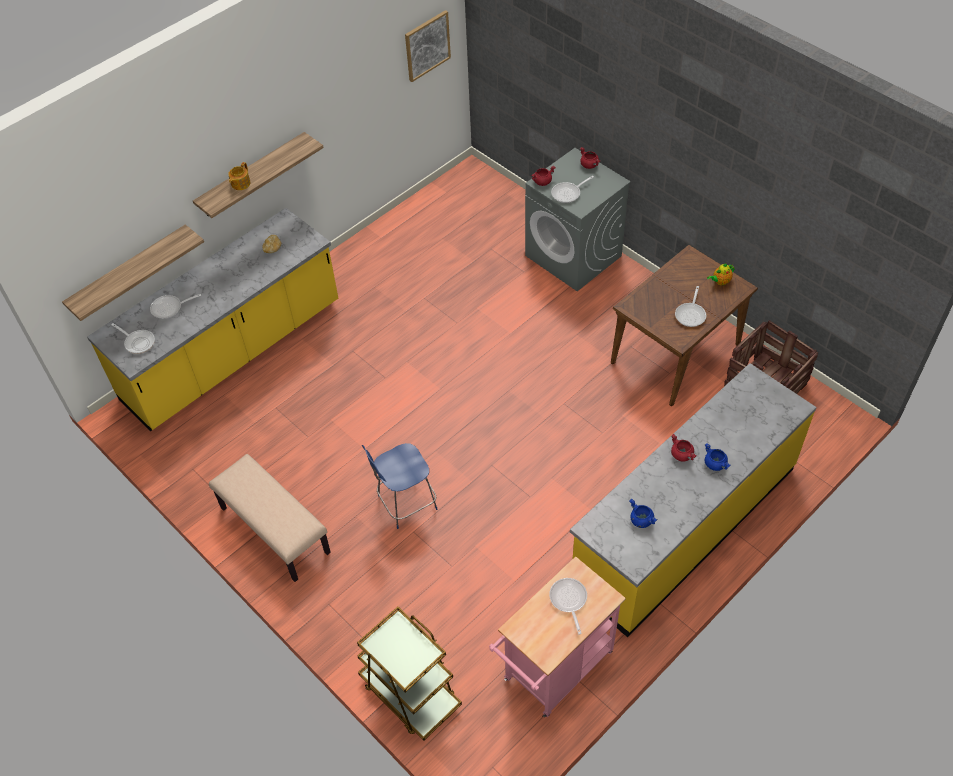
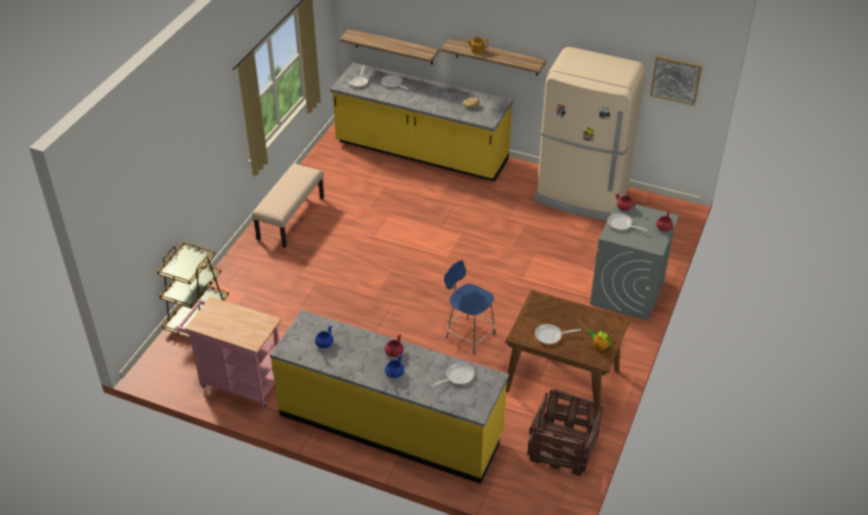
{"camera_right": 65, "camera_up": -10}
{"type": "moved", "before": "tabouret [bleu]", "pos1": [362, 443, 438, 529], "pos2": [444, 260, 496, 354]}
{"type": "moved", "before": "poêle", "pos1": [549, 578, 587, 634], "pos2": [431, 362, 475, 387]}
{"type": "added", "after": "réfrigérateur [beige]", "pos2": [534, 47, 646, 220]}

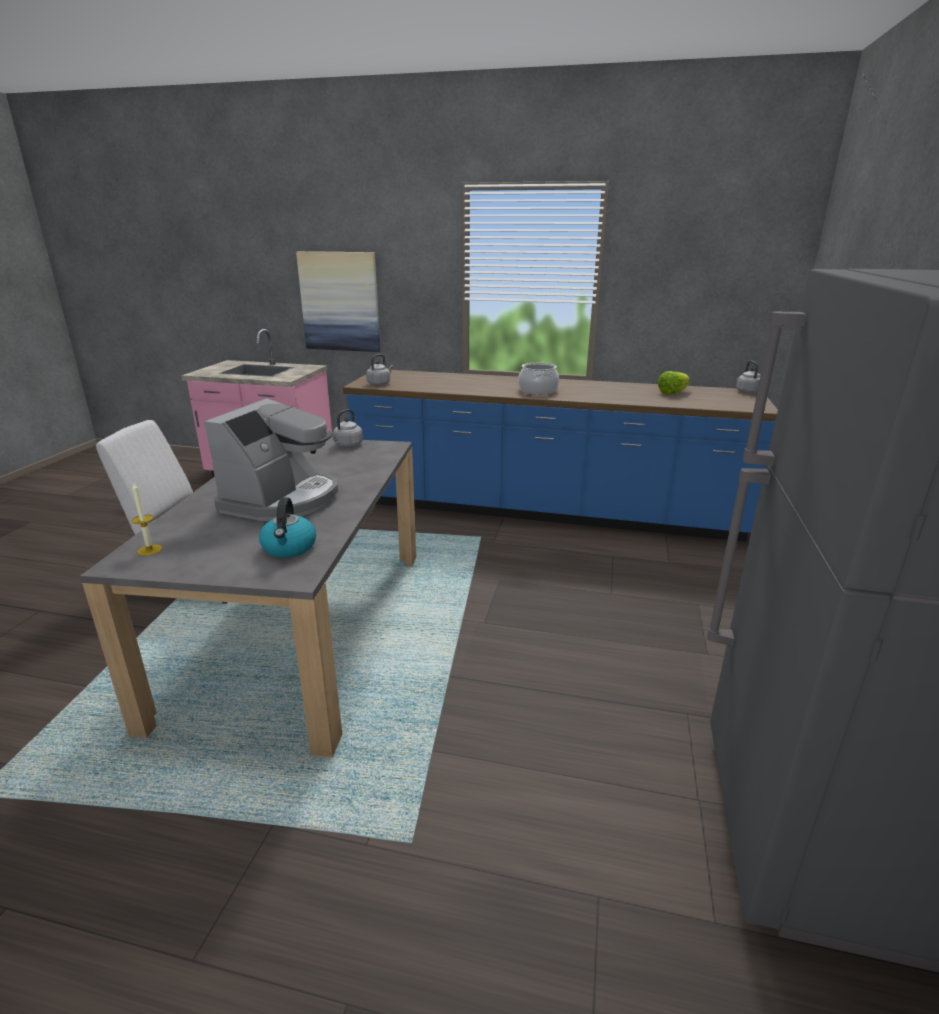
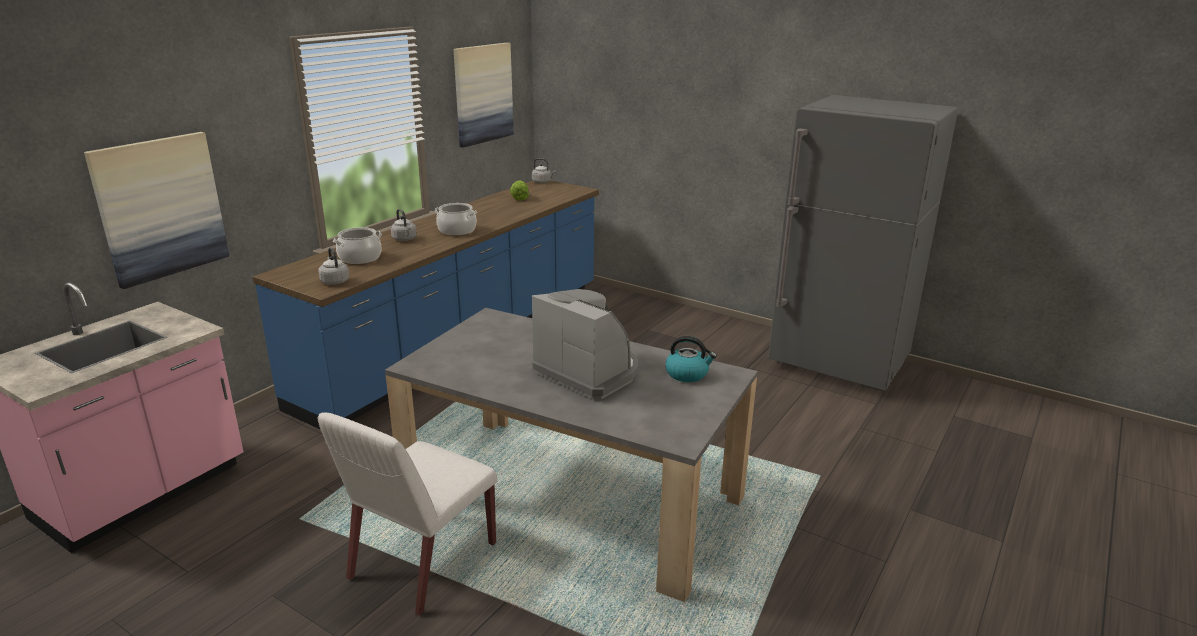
{"camera_right": -70, "camera_up": 0}
{"type": "removed", "before": "bougie", "pos1": [131, 482, 162, 556]}
{"type": "moved", "before": "bouilloire [gris]", "pos1": [329, 409, 363, 447], "pos2": [391, 209, 417, 241]}
{"type": "added", "after": "marmite", "pos2": [333, 227, 382, 264]}
{"type": "added", "after": "tableau", "pos2": [454, 43, 514, 148]}

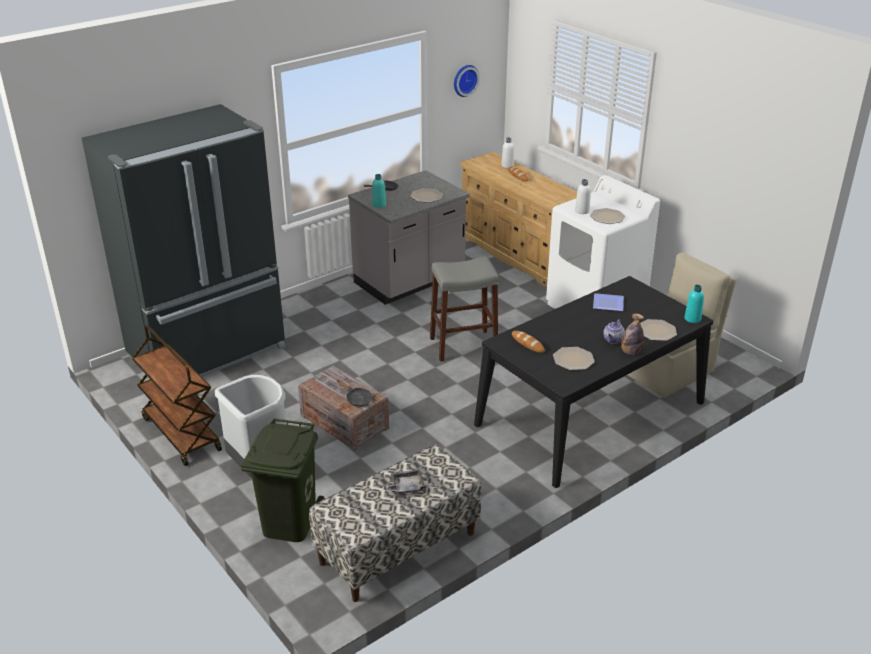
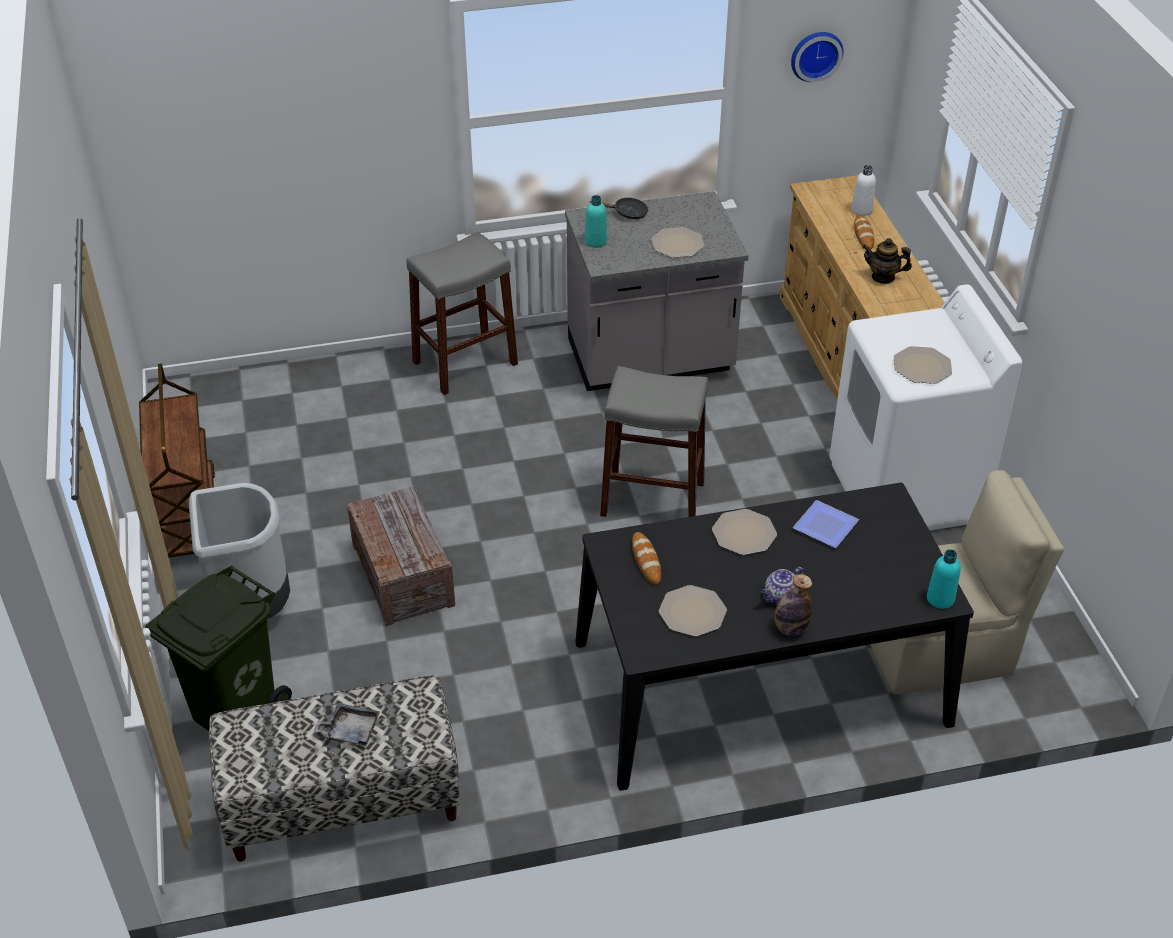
{"camera_right": 25, "camera_up": 10}
{"type": "removed", "before": "réfrigérateur [noir]", "pos1": [82, 104, 285, 377]}
{"type": "removed", "before": "poêle [noir]", "pos1": [337, 380, 372, 407]}
{"type": "removed", "before": "bouteille [blanc]", "pos1": [575, 179, 591, 214]}
{"type": "moved", "before": "assiette", "pos1": [640, 319, 677, 341], "pos2": [712, 509, 777, 555]}
{"type": "added", "after": "tabouret [gris]", "pos2": [406, 232, 518, 395]}
{"type": "added", "after": "théière", "pos2": [862, 238, 912, 284]}

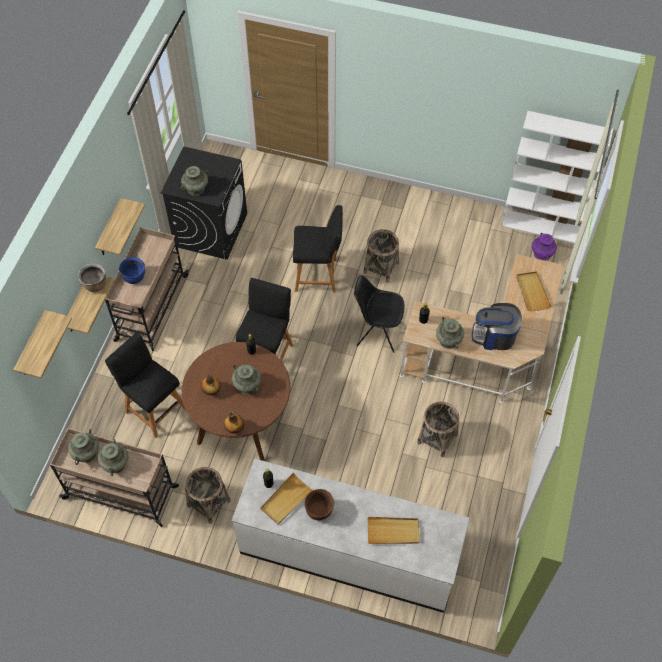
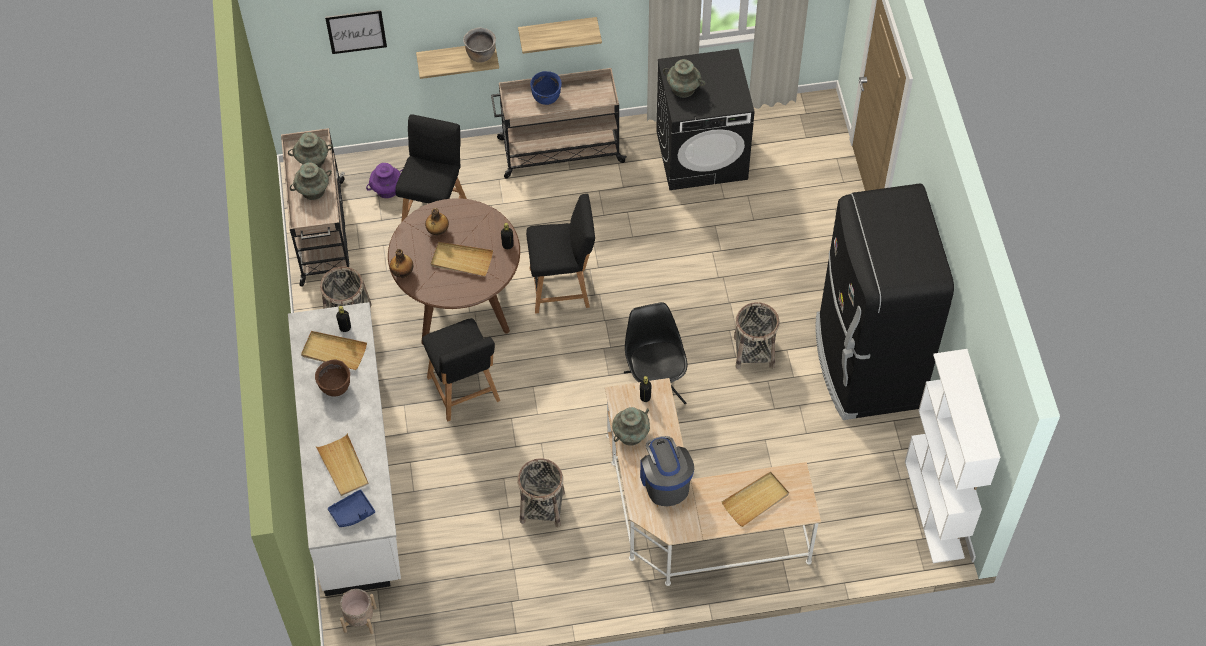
{"camera_right": 65, "camera_up": 0}
{"type": "replaced", "before": "étagère", "after": "tableau", "pos1": [13, 310, 72, 378], "pos2": [325, 10, 387, 54]}
{"type": "replaced", "before": "vase [turquoise]", "after": "plateau [beige]", "pos1": [232, 365, 261, 394], "pos2": [431, 242, 493, 277]}
{"type": "moved", "before": "tabouret [noir]", "pos1": [293, 205, 343, 293], "pos2": [422, 318, 500, 421]}
{"type": "moved", "before": "vase [violet]", "pos1": [532, 233, 557, 261], "pos2": [366, 163, 403, 198]}
{"type": "added", "after": "plateau [bleu]", "pos2": [328, 489, 375, 527]}
{"type": "added", "after": "cache-pot [beige]", "pos2": [340, 589, 377, 634]}
{"type": "added", "after": "réfrigérateur [noir]", "pos2": [815, 183, 954, 420]}

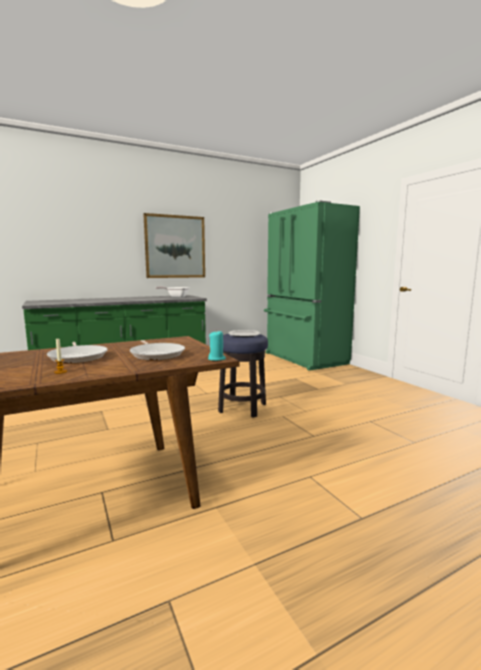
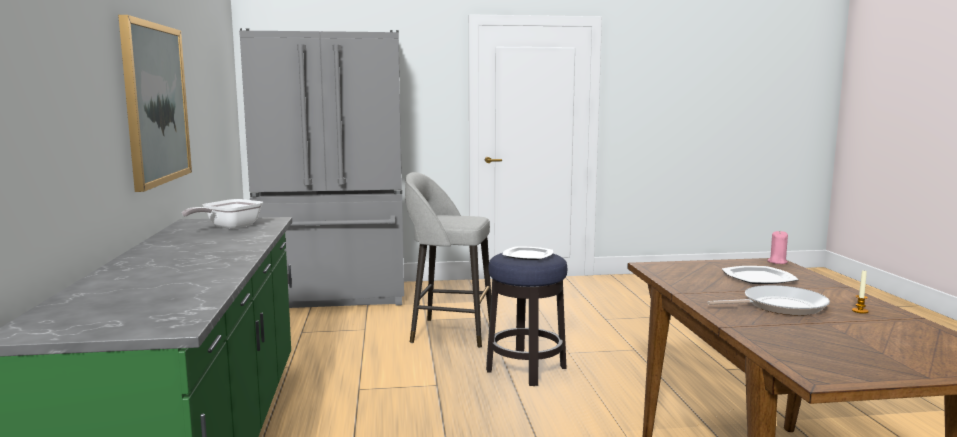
{"camera_right": -70, "camera_up": 0}
{"type": "replaced", "before": "poêle", "after": "assiette", "pos1": [130, 340, 185, 361], "pos2": [722, 266, 799, 284]}
{"type": "recoloured", "before": "bougie [turquoise]", "after": "bougie [rose]", "pos1": [208, 330, 226, 361], "pos2": [768, 231, 788, 264]}
{"type": "recoloured", "before": "réfrigérateur [vert]", "after": "réfrigérateur [gris]", "pos1": [264, 200, 360, 371], "pos2": [239, 28, 404, 308]}
{"type": "added", "after": "tabouret [gris]", "pos2": [405, 172, 491, 348]}

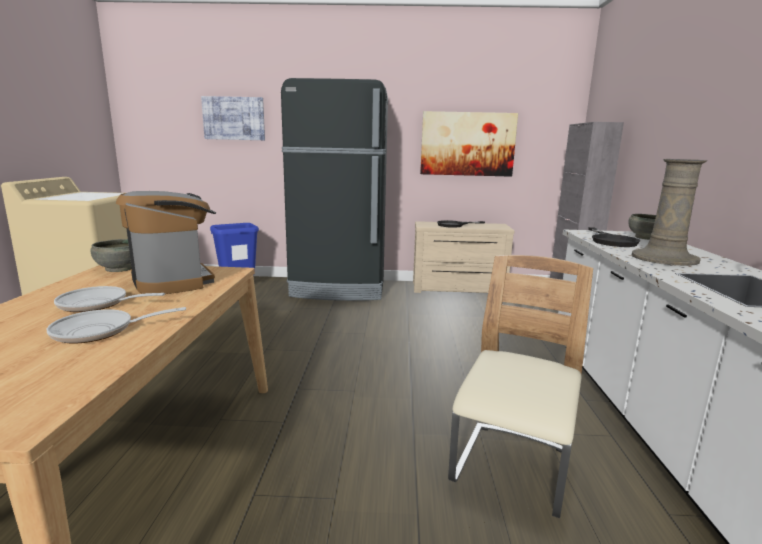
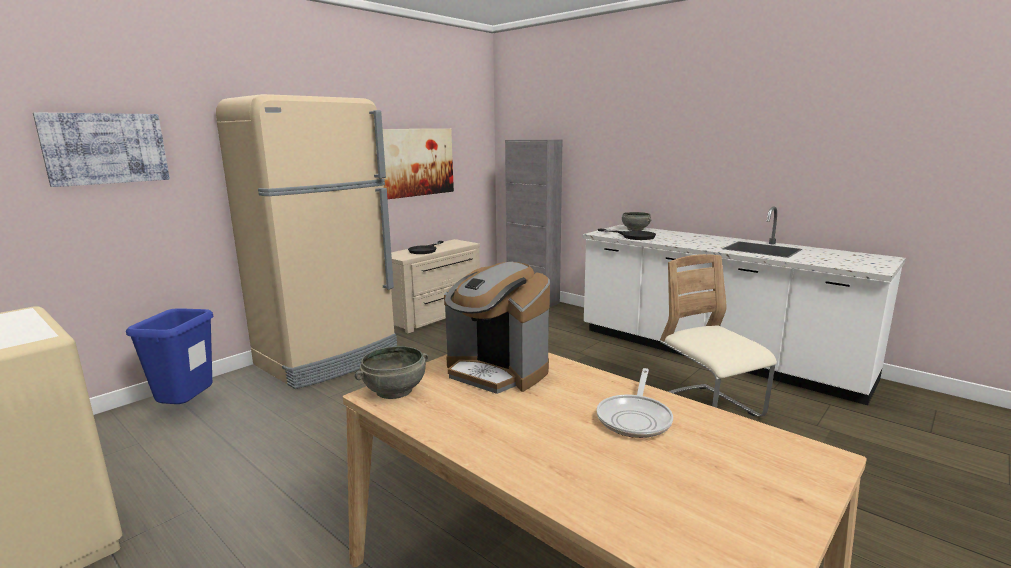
{"camera_right": -50, "camera_up": 0}
{"type": "removed", "before": "poêle", "pos1": [54, 286, 165, 312]}
{"type": "turned", "before": "machine à café", "pos1": [116, 191, 216, 294], "pos2": [444, 262, 550, 394], "turn": -150}
{"type": "recoloured", "before": "réfrigérateur [noir]", "after": "réfrigérateur [beige]", "pos1": [281, 78, 388, 301], "pos2": [216, 94, 397, 389]}
{"type": "removed", "before": "vase [beige]", "pos1": [631, 159, 707, 266]}

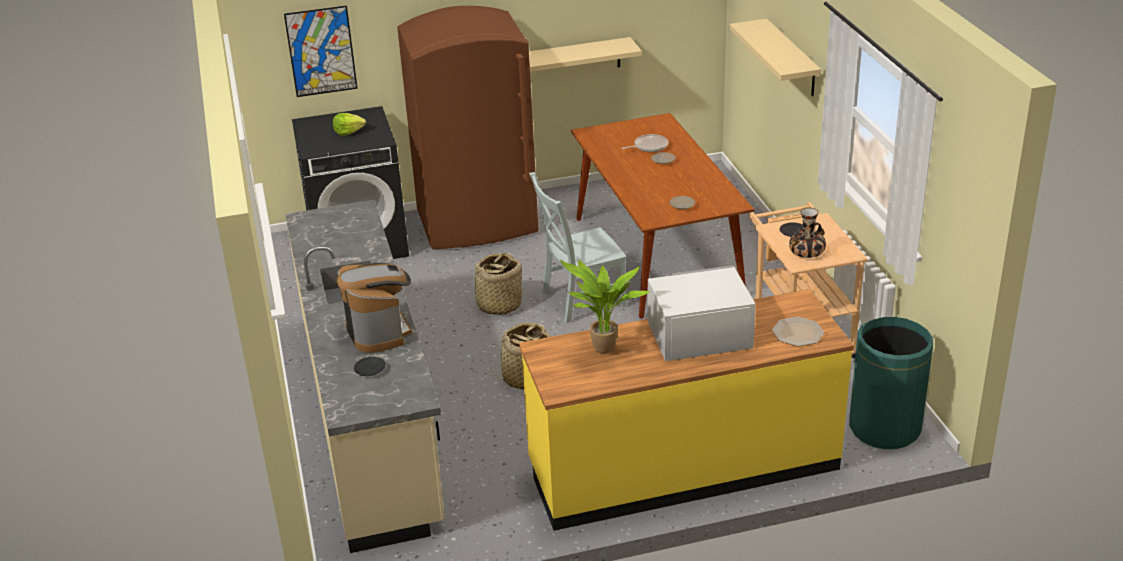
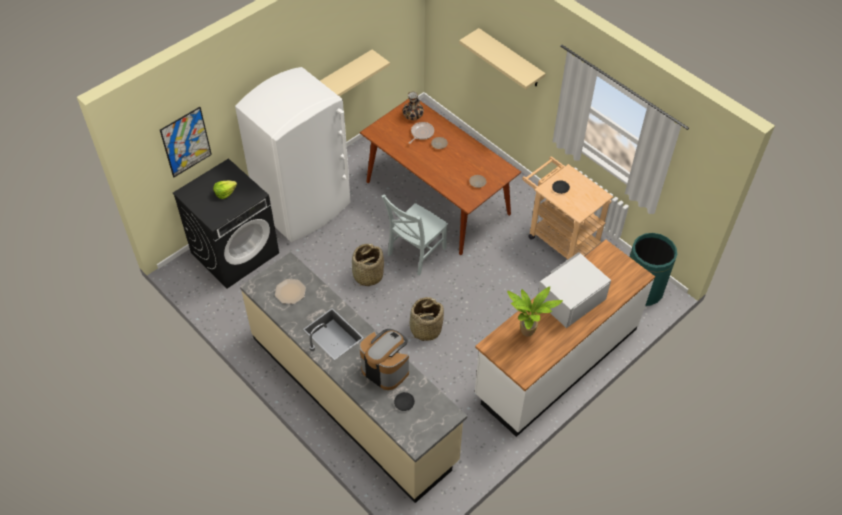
{"camera_right": -30, "camera_up": 20}
{"type": "recoloured", "before": "réfrigérateur [marron]", "after": "réfrigérateur [blanc]", "pos1": [397, 6, 539, 249], "pos2": [235, 67, 351, 242]}
{"type": "recoloured", "before": "comptoir de cuisine [jaune]", "after": "comptoir de cuisine [blanc]", "pos1": [519, 289, 854, 531], "pos2": [475, 239, 655, 437]}
{"type": "moved", "before": "assiette", "pos1": [772, 317, 824, 346], "pos2": [275, 279, 306, 304]}
{"type": "moved", "before": "vase", "pos1": [789, 208, 826, 258], "pos2": [403, 91, 424, 120]}

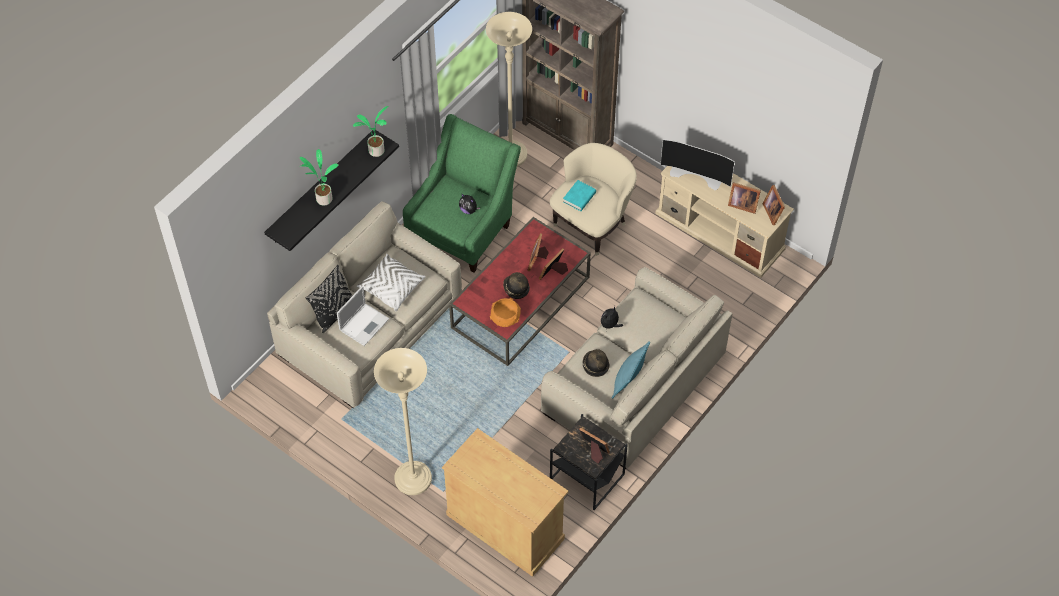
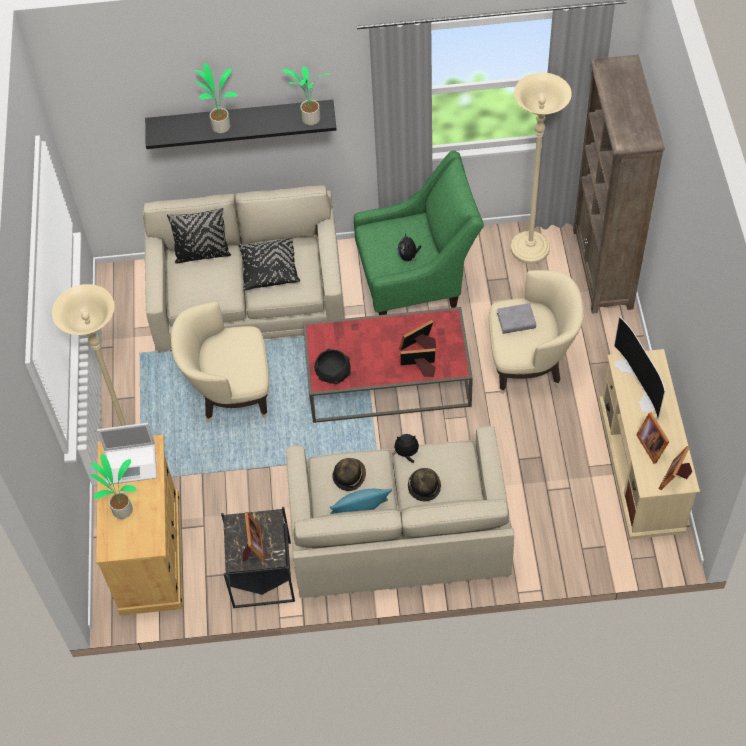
{"camera_right": 50, "camera_up": 0}
{"type": "moved", "before": "ordinateur portable", "pos1": [337, 286, 389, 346], "pos2": [97, 423, 157, 485]}
{"type": "recoloured", "before": "coussin [blanc]", "after": "coussin [noir]", "pos1": [357, 254, 425, 312], "pos2": [239, 237, 300, 291]}
{"type": "recoloured", "before": "bol [orange]", "after": "bol [noir]", "pos1": [490, 298, 521, 327], "pos2": [314, 349, 351, 384]}
{"type": "moved", "before": "chapeau", "pos1": [503, 272, 530, 299], "pos2": [408, 468, 441, 501]}
{"type": "recoloured", "before": "livre [turquoise]", "after": "livre [gris]", "pos1": [563, 180, 596, 211], "pos2": [497, 303, 536, 334]}
{"type": "added", "after": "plante en pot", "pos2": [90, 454, 137, 519]}
{"type": "added", "after": "fauteuil [beige]", "pos2": [171, 302, 269, 423]}

